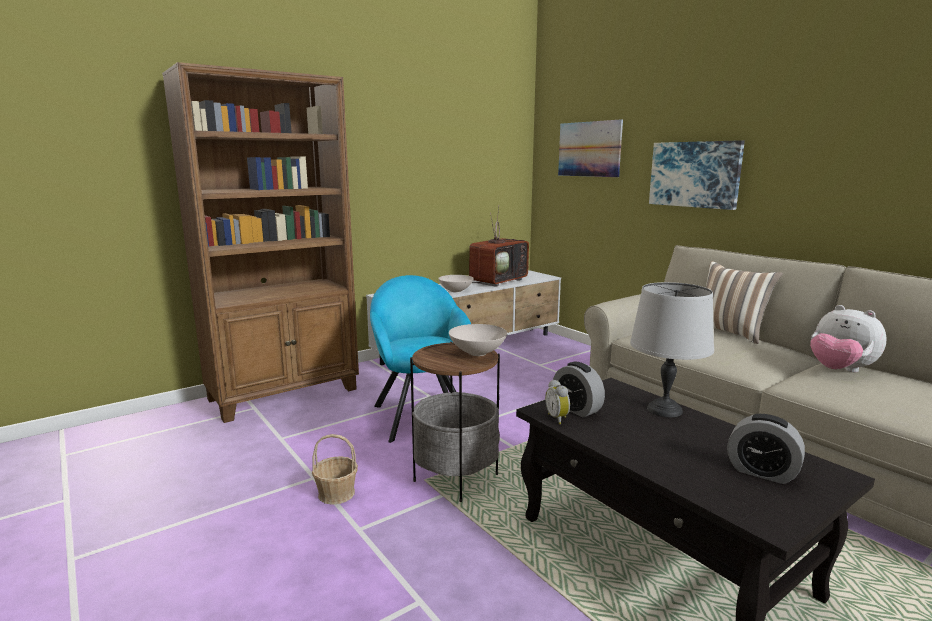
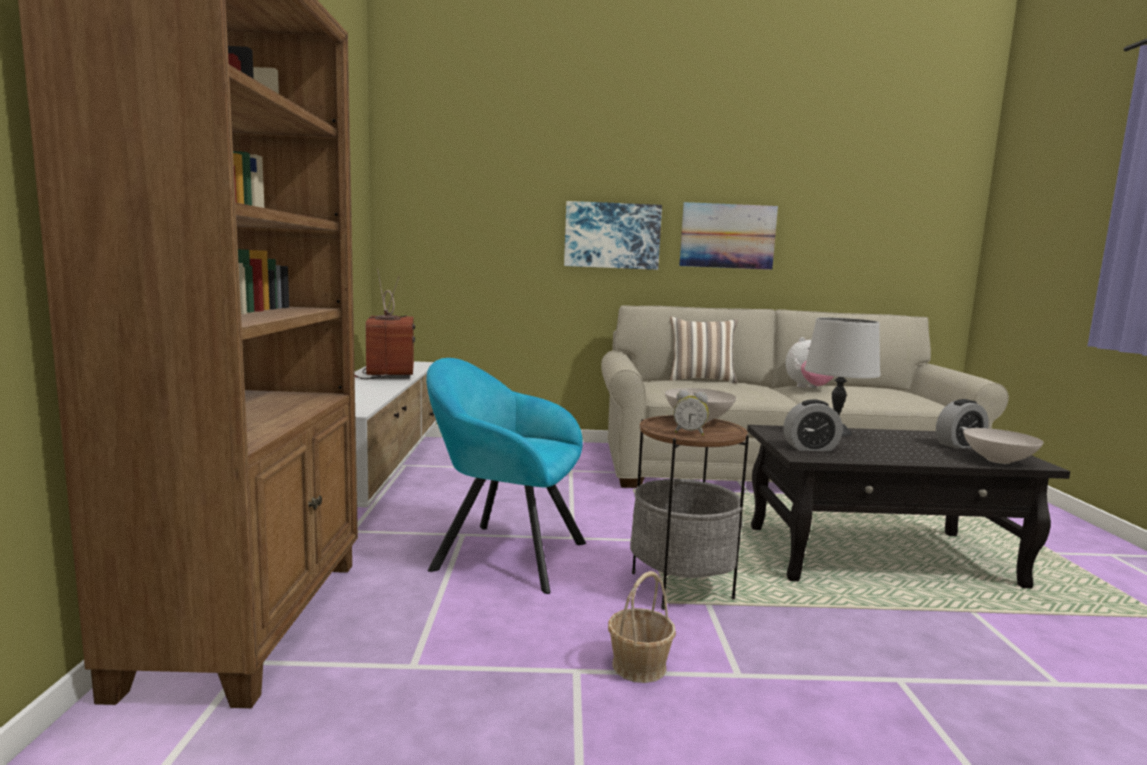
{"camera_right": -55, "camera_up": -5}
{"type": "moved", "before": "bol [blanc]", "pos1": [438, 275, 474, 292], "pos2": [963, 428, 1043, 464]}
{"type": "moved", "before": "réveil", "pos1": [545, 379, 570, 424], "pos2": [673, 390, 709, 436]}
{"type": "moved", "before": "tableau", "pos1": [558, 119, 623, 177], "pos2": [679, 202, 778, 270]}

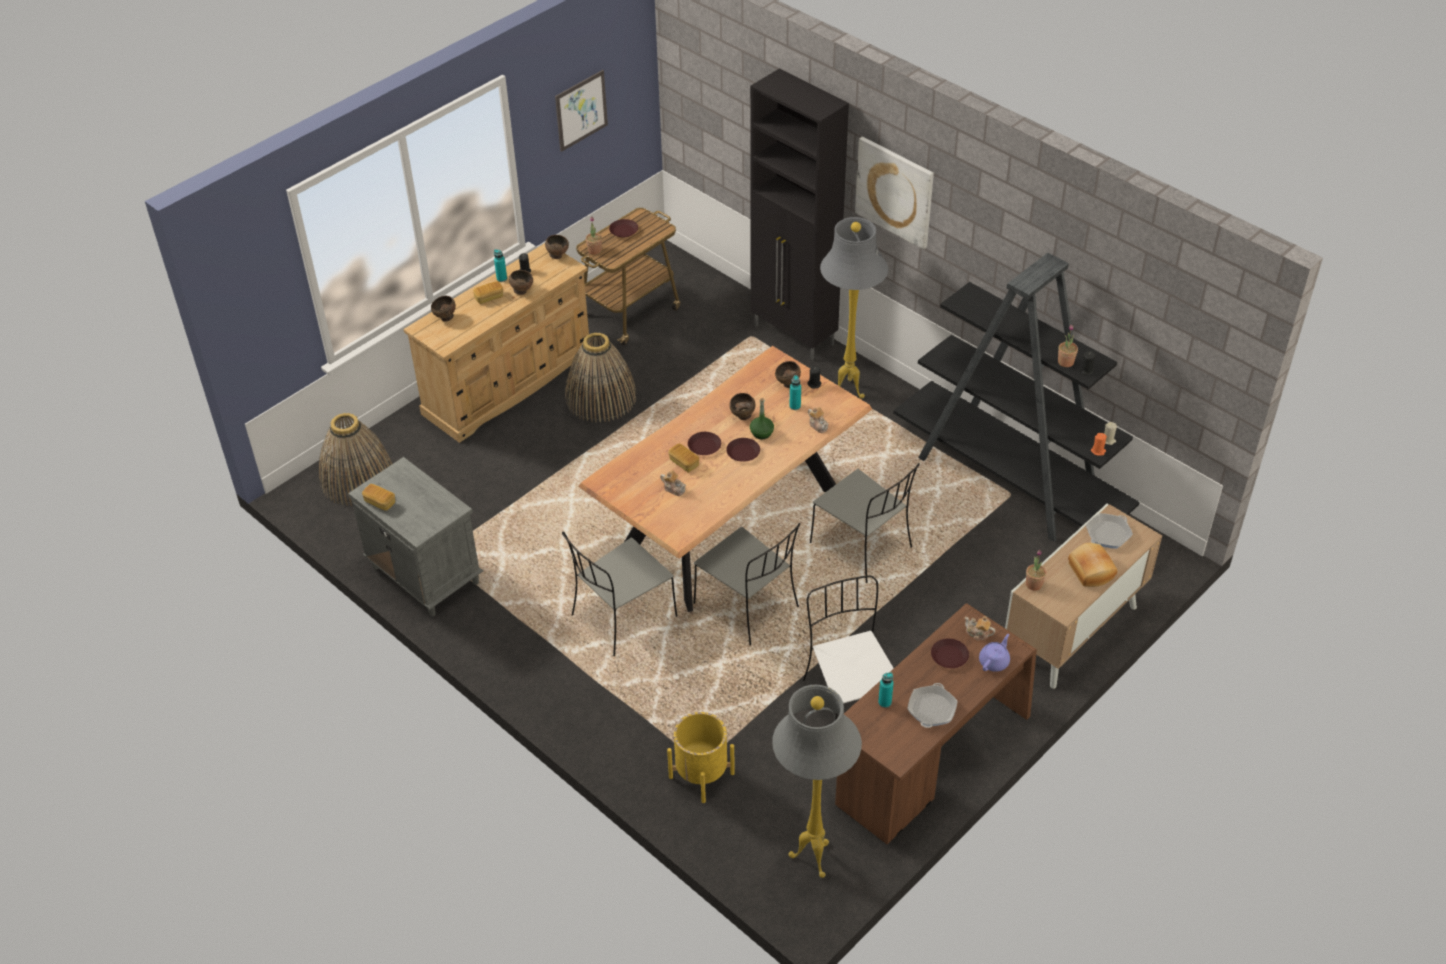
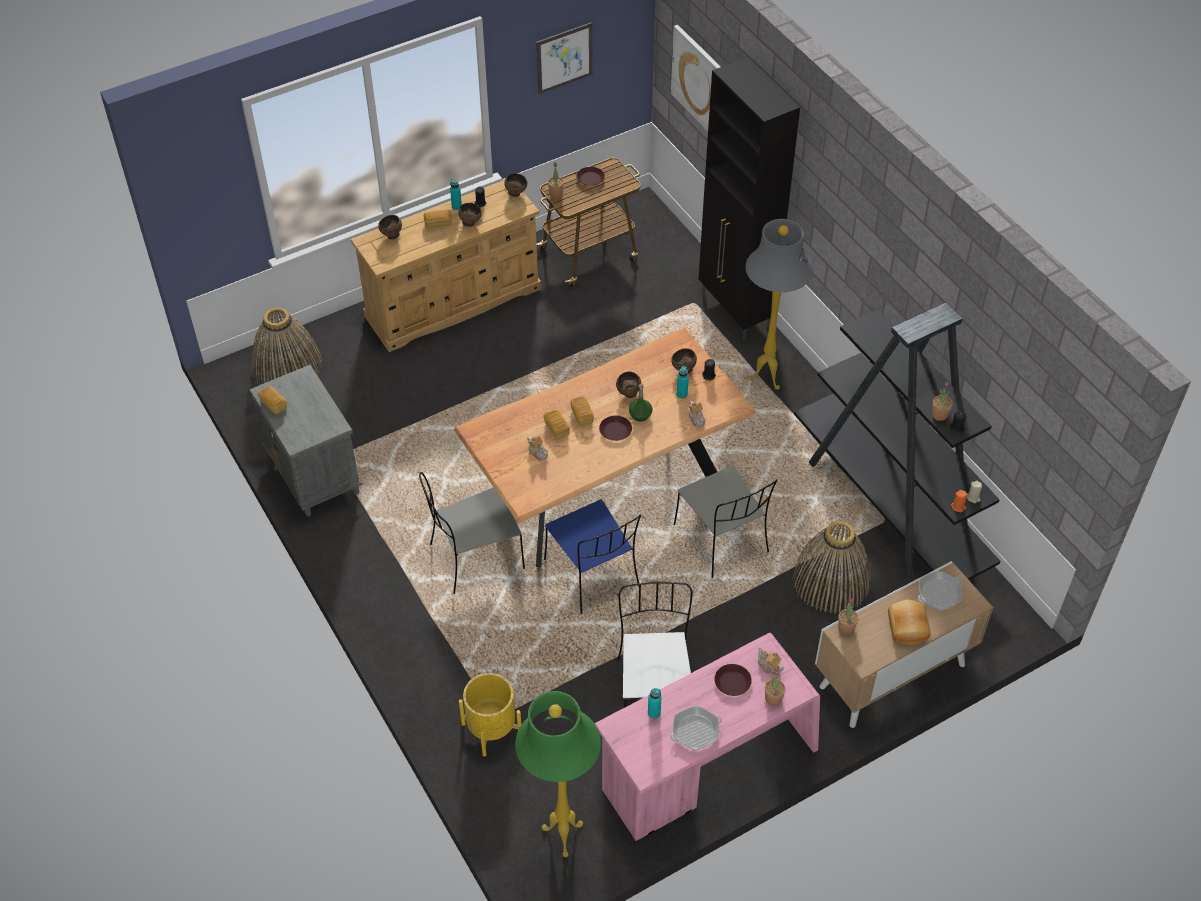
{"camera_right": 15, "camera_up": 5}
{"type": "moved", "before": "panier", "pos1": [565, 333, 637, 422], "pos2": [792, 521, 871, 614]}
{"type": "replaced", "before": "assiette [marron]", "after": "pain", "pos1": [688, 432, 721, 455], "pos2": [570, 396, 594, 426]}
{"type": "recoloured", "before": "chaise [gris]", "after": "chaise [bleu]", "pos1": [694, 523, 800, 646], "pos2": [544, 499, 641, 614]}
{"type": "recoloured", "before": "lampadaire [gris]", "after": "lampadaire [vert]", "pos1": [772, 685, 862, 878], "pos2": [515, 691, 601, 857]}
{"type": "recoloured", "before": "bureau [marron]", "after": "bureau [rose]", "pos1": [835, 603, 1037, 844], "pos2": [595, 633, 820, 841]}
{"type": "moved", "before": "tableau", "pos1": [855, 137, 934, 250], "pos2": [671, 25, 721, 131]}
{"type": "turned", "before": "poêle", "pos1": [908, 683, 958, 728], "pos2": [670, 706, 722, 751], "turn": -150}
{"type": "replaced", "before": "théière [violet]", "after": "plante en pot", "pos1": [979, 634, 1010, 672], "pos2": [765, 669, 786, 706]}

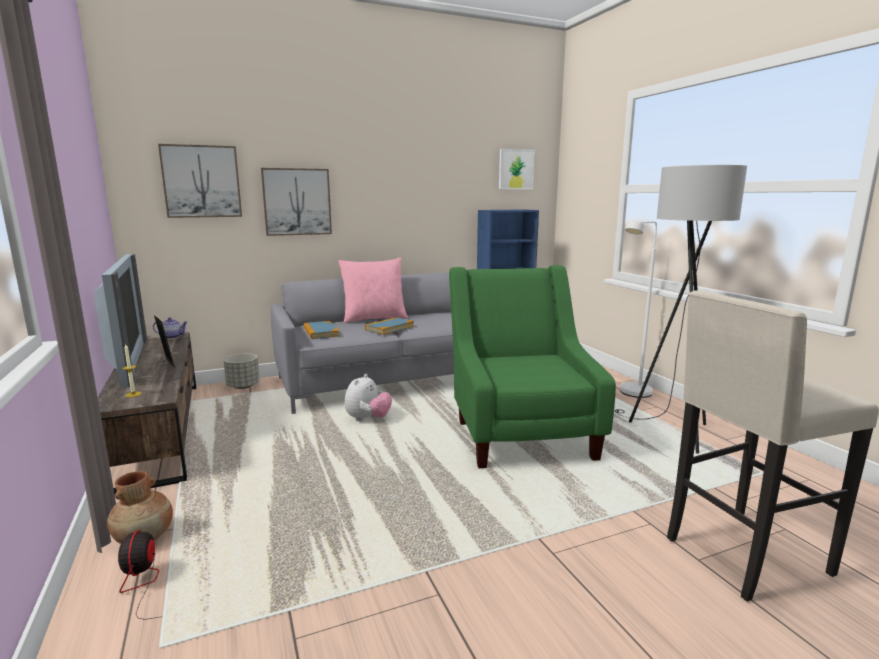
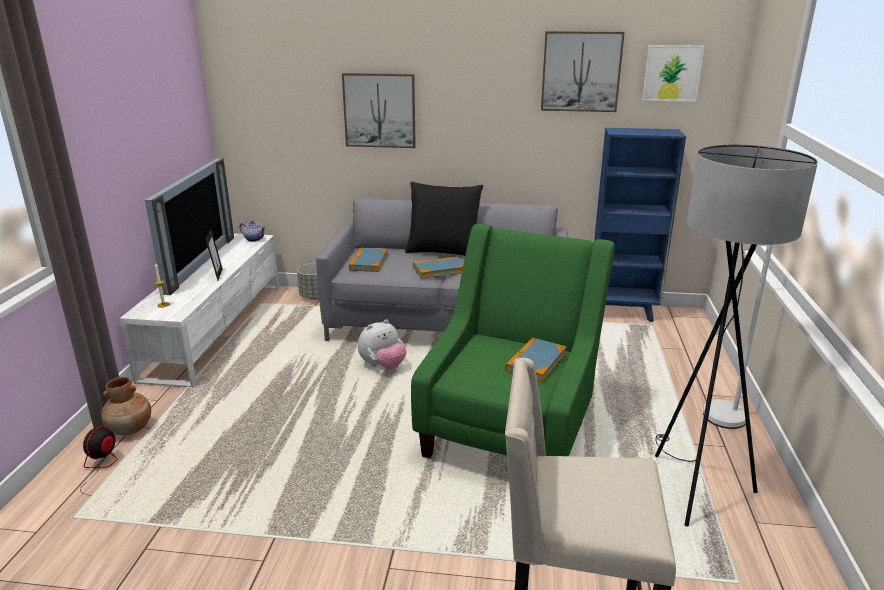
{"camera_right": 30, "camera_up": 10}
{"type": "recoloured", "before": "meuble télé [marron]", "after": "meuble télé [blanc]", "pos1": [98, 332, 196, 494], "pos2": [120, 234, 279, 387]}
{"type": "moved", "before": "tableau", "pos1": [158, 144, 242, 218], "pos2": [541, 31, 625, 112]}
{"type": "recoloured", "before": "coussin [rose]", "after": "coussin [noir]", "pos1": [339, 258, 408, 323], "pos2": [405, 182, 483, 256]}
{"type": "added", "after": "livre", "pos2": [505, 338, 567, 382]}

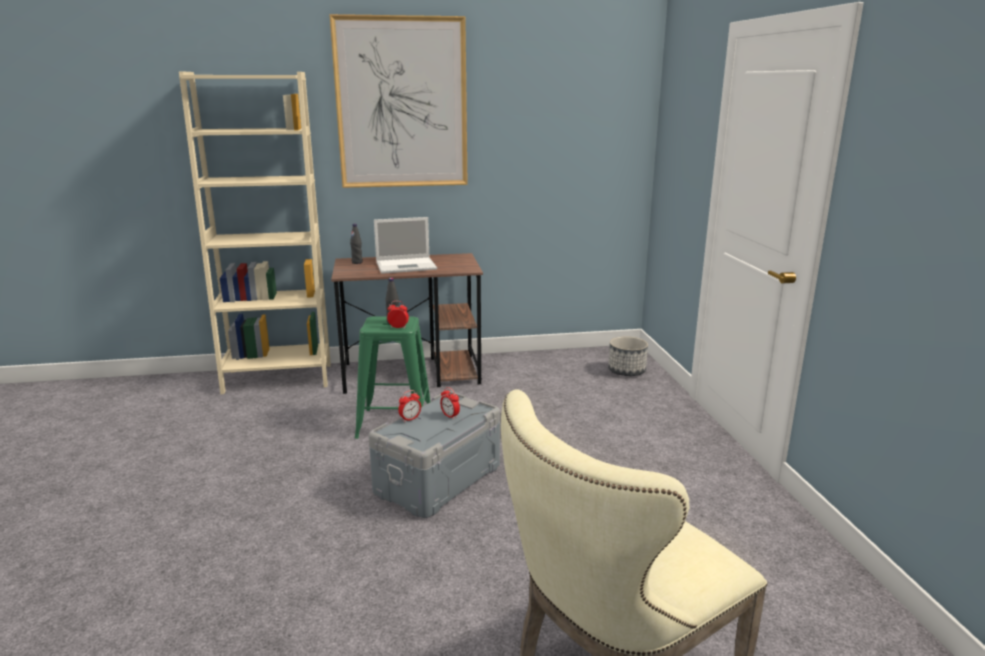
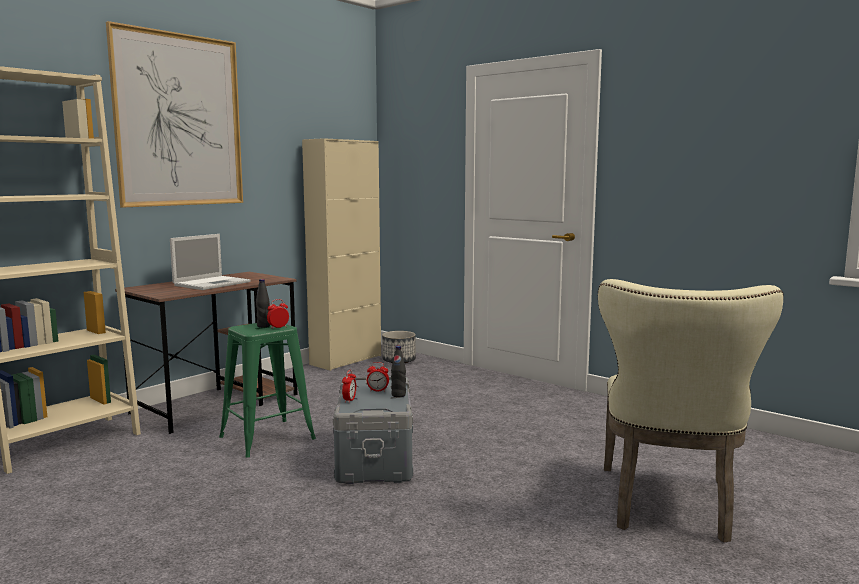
{"camera_right": -40, "camera_up": -10}
{"type": "moved", "before": "bouteille [noir]", "pos1": [350, 224, 363, 264], "pos2": [391, 346, 406, 397]}
{"type": "added", "after": "meuble de rangement [beige]", "pos2": [302, 138, 381, 371]}

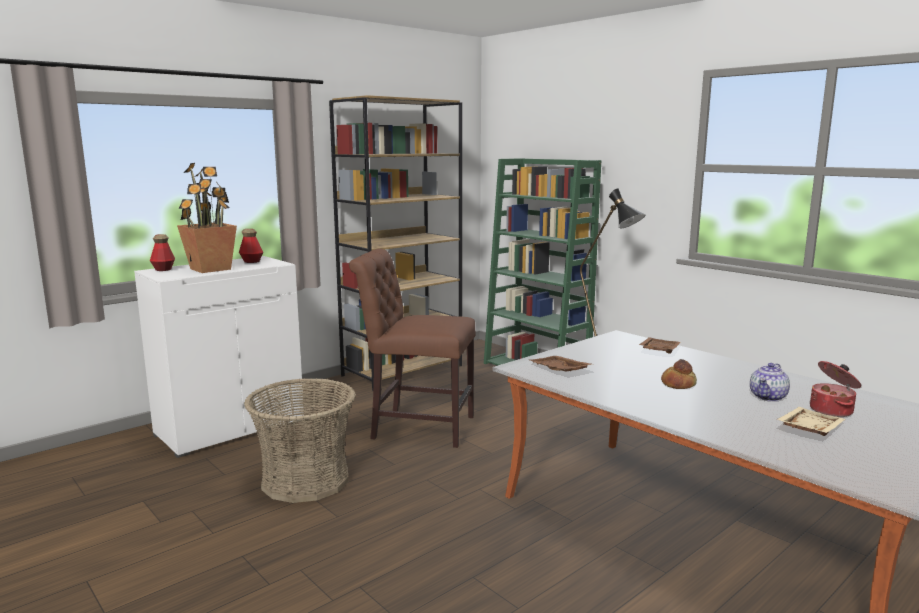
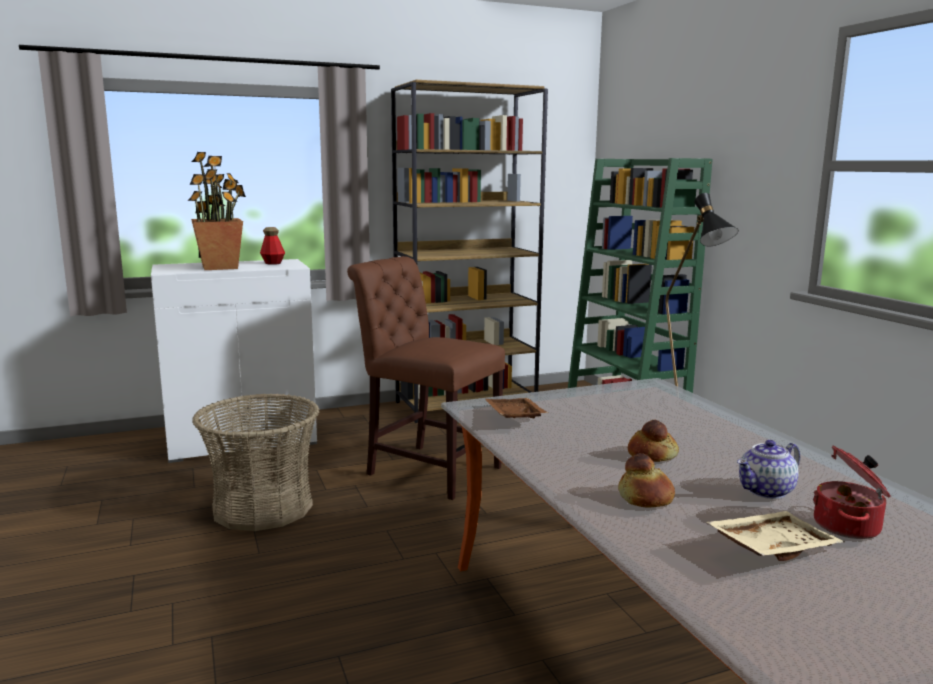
{"camera_right": 20, "camera_up": 0}
{"type": "removed", "before": "bouteille", "pos1": [150, 234, 175, 271]}
{"type": "removed", "before": "plateau [marron]", "pos1": [639, 337, 681, 354]}
{"type": "added", "after": "pain", "pos2": [618, 453, 675, 508]}

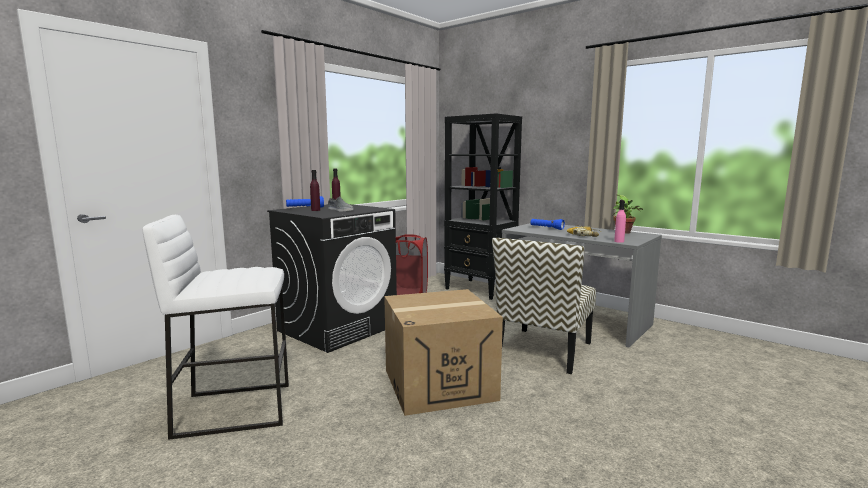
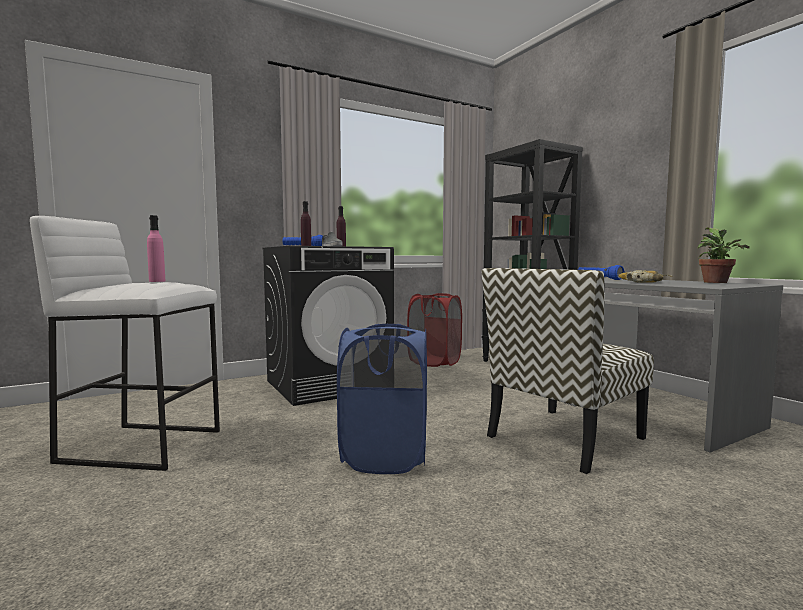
{"camera_right": 20, "camera_up": -5}
{"type": "replaced", "before": "carton", "after": "panier à linge [bleu]", "pos1": [384, 289, 503, 416], "pos2": [337, 324, 427, 474]}
{"type": "moved", "before": "bouteille [rose]", "pos1": [614, 200, 626, 243], "pos2": [147, 215, 165, 282]}

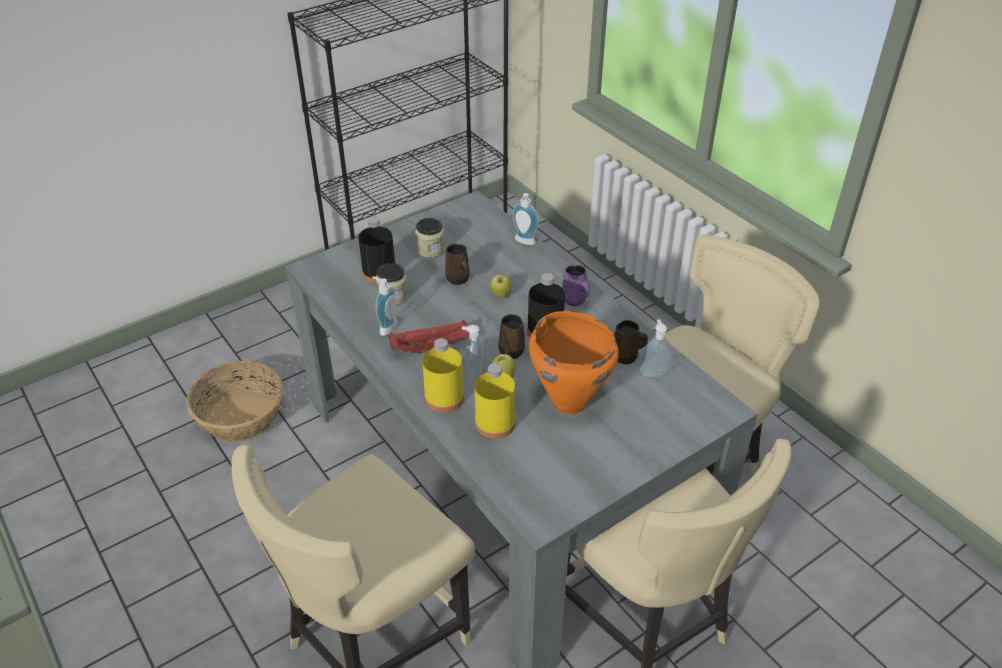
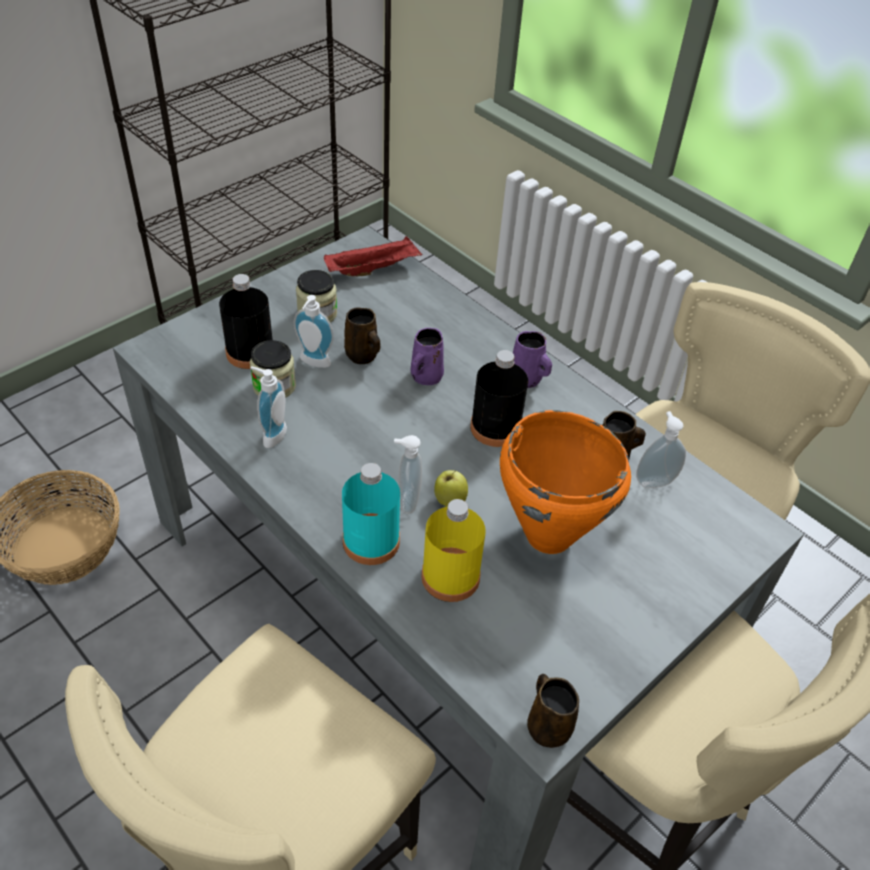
{"camera_right": -10, "camera_up": 5}
{"type": "moved", "before": "plateau [rouge]", "pos1": [389, 319, 470, 353], "pos2": [324, 236, 422, 276]}
{"type": "recoloured", "before": "bouteille [jaune]", "after": "bouteille [turquoise]", "pos1": [422, 338, 464, 413], "pos2": [342, 463, 400, 565]}
{"type": "replaced", "before": "pomme", "after": "mug [violet]", "pos1": [490, 274, 512, 298], "pos2": [411, 328, 444, 385]}
{"type": "moved", "before": "mug [marron]", "pos1": [499, 314, 525, 359], "pos2": [527, 674, 579, 748]}
{"type": "moved", "before": "distributeur de savon", "pos1": [512, 193, 539, 245], "pos2": [294, 295, 334, 368]}

